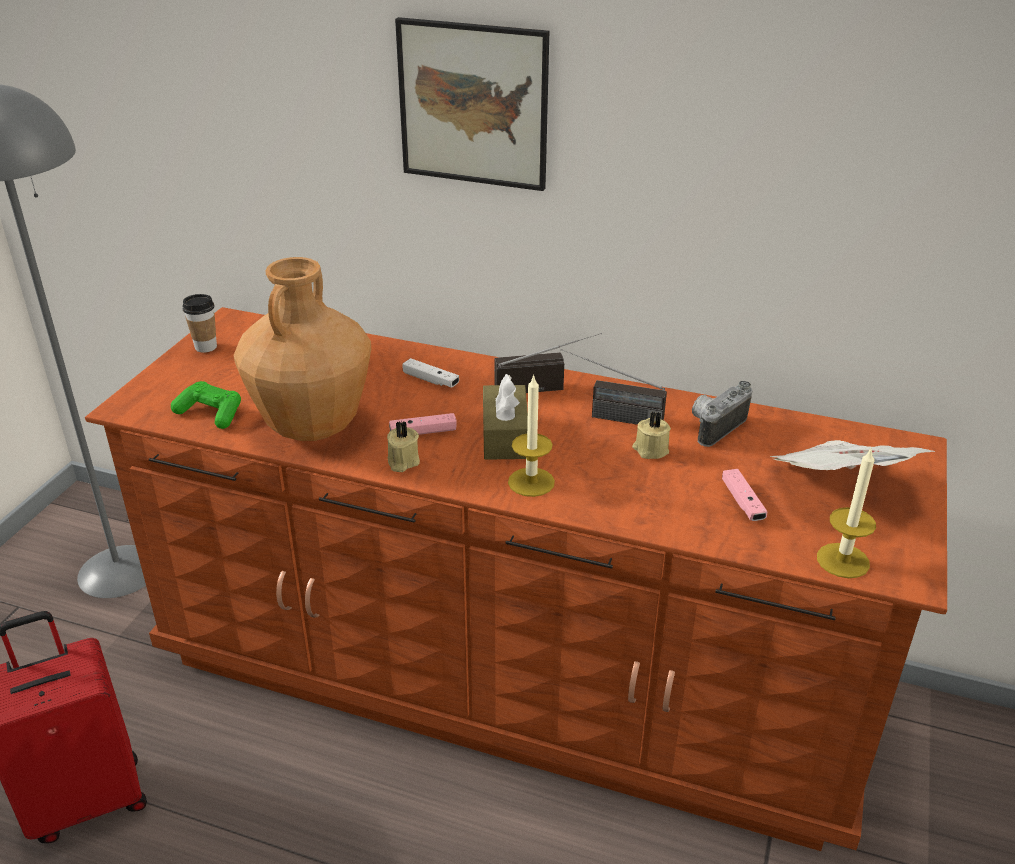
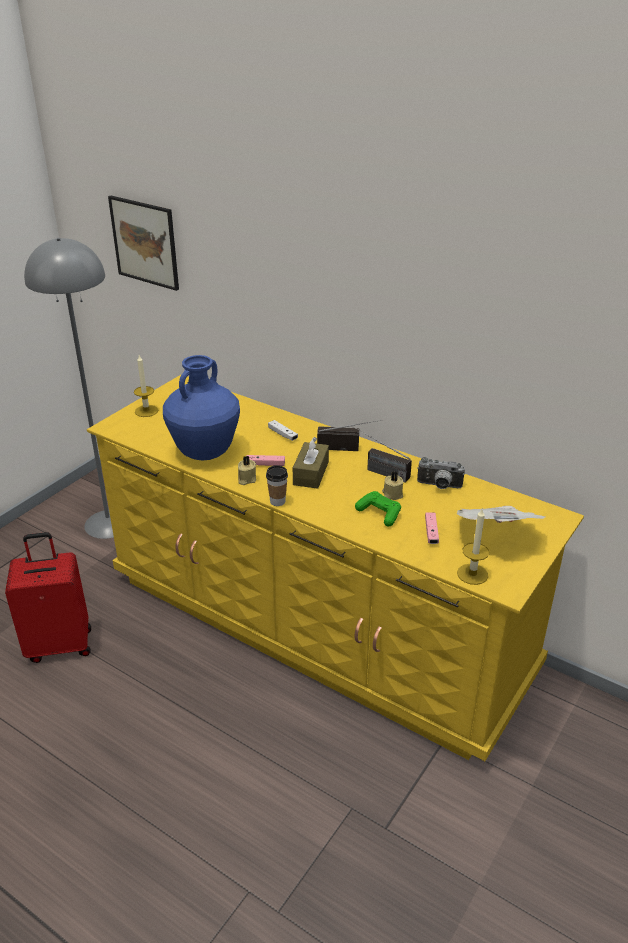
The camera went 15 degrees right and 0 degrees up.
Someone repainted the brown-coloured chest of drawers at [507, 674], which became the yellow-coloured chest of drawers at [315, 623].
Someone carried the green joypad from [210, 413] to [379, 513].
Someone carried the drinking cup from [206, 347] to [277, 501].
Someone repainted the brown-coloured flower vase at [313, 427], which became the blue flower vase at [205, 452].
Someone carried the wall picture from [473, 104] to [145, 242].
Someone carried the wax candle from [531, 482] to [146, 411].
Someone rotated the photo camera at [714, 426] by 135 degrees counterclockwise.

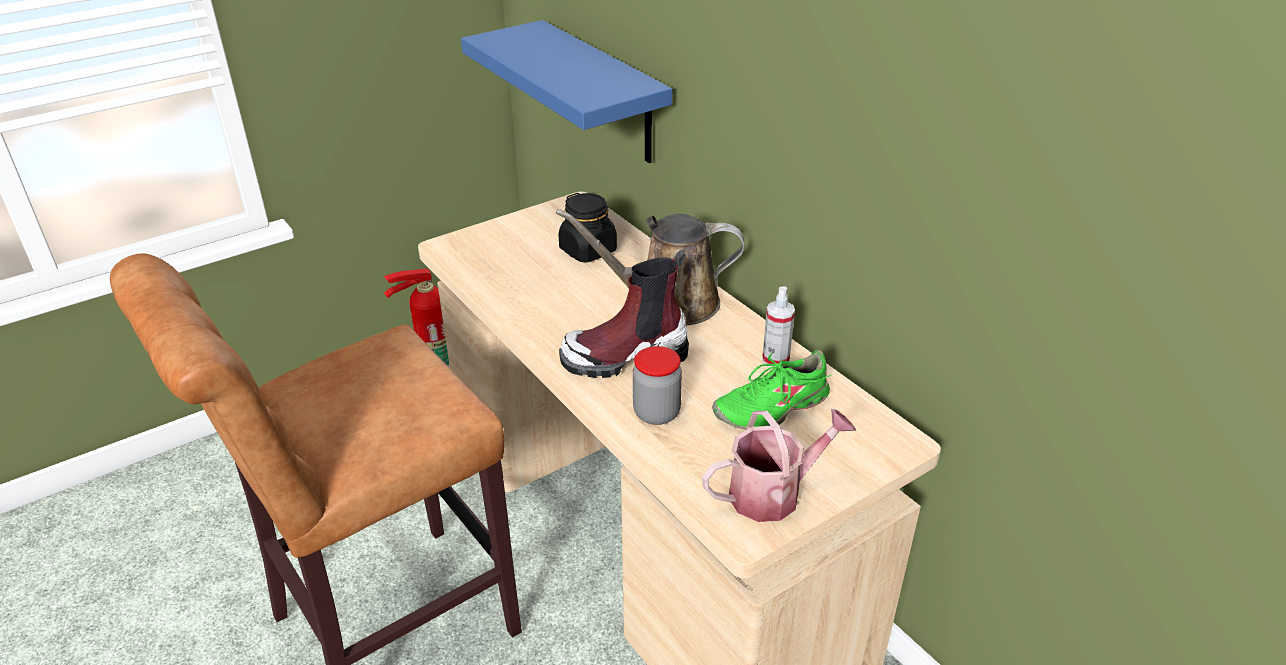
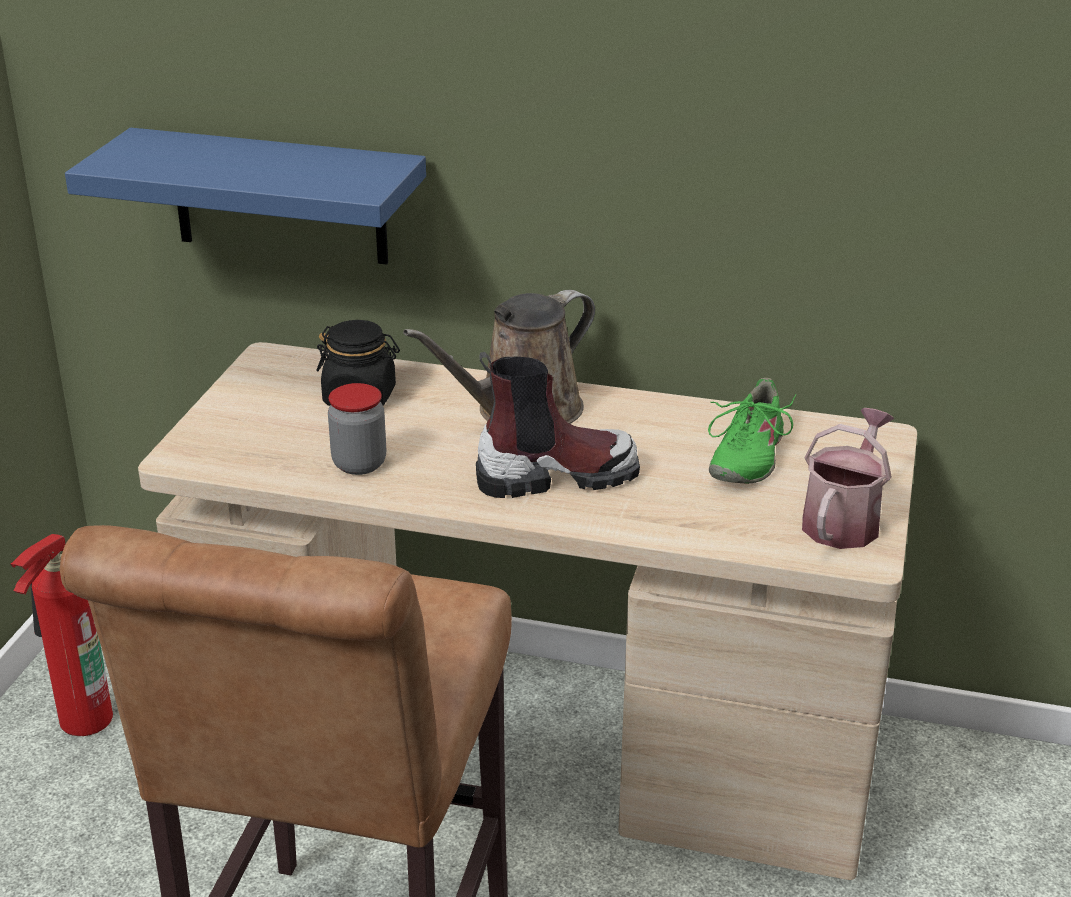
The camera went 40 degrees left and 5 degrees down.
Someone rotated the tall boot at [626, 357] by 135 degrees counterclockwise.
Someone carried the preserve jar from [656, 413] to [359, 464].
Someone took away the hand sprayer at [775, 360].

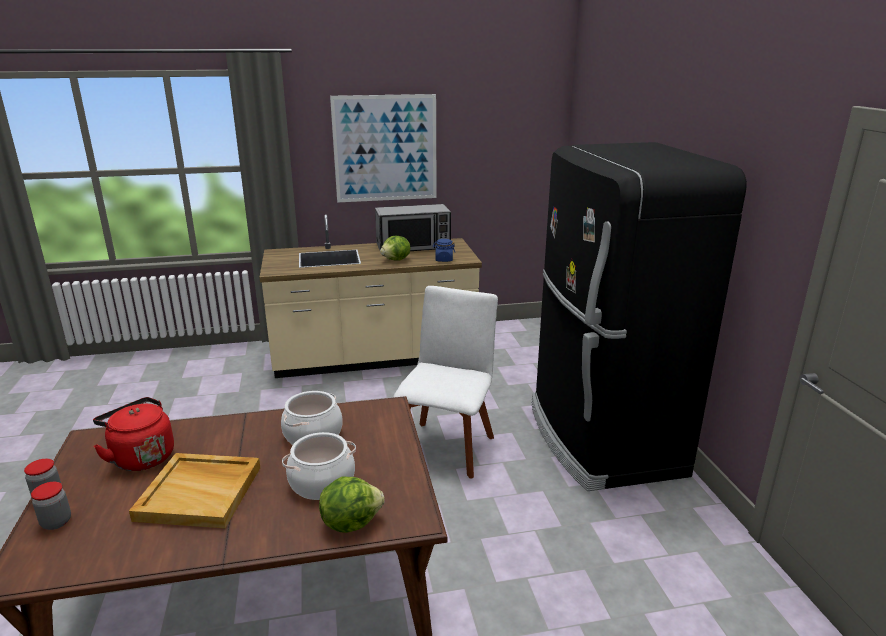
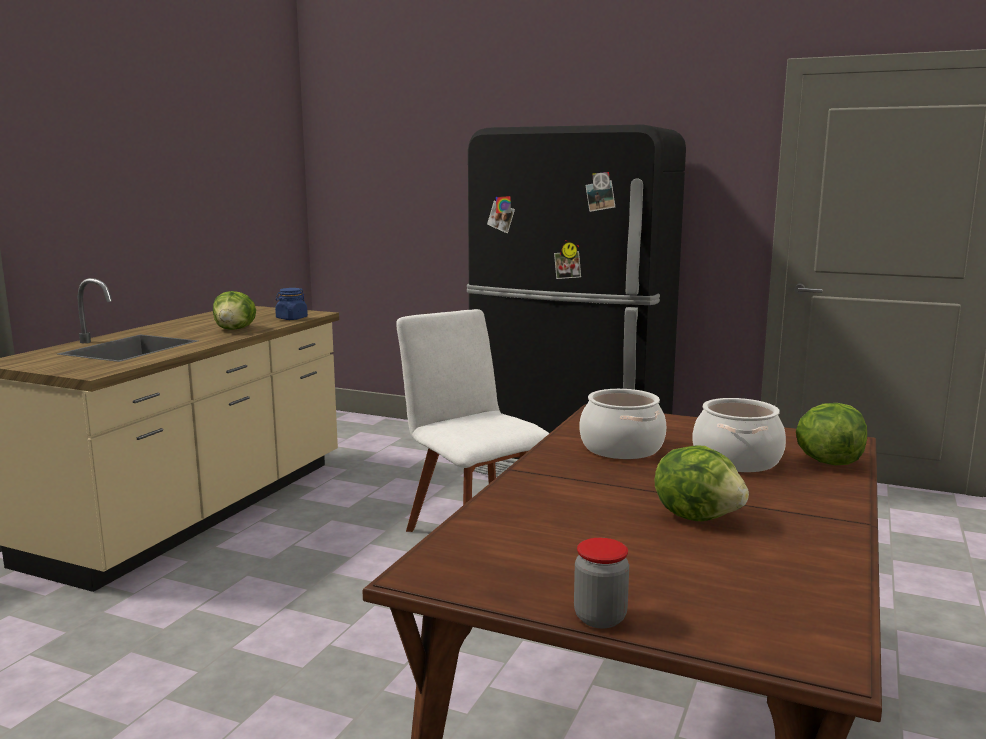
The camera went 55 degrees left and 10 degrees down.
Someone took away the preserve jar at [56, 522].
Someone took away the reddish tea kettle at [141, 457].
Someone swapped the beige carrying tray at [201, 492] for the lettuce at [698, 516].
Someone took away the wall picture at [385, 149].
Someone took away the microwave oven at [413, 247].

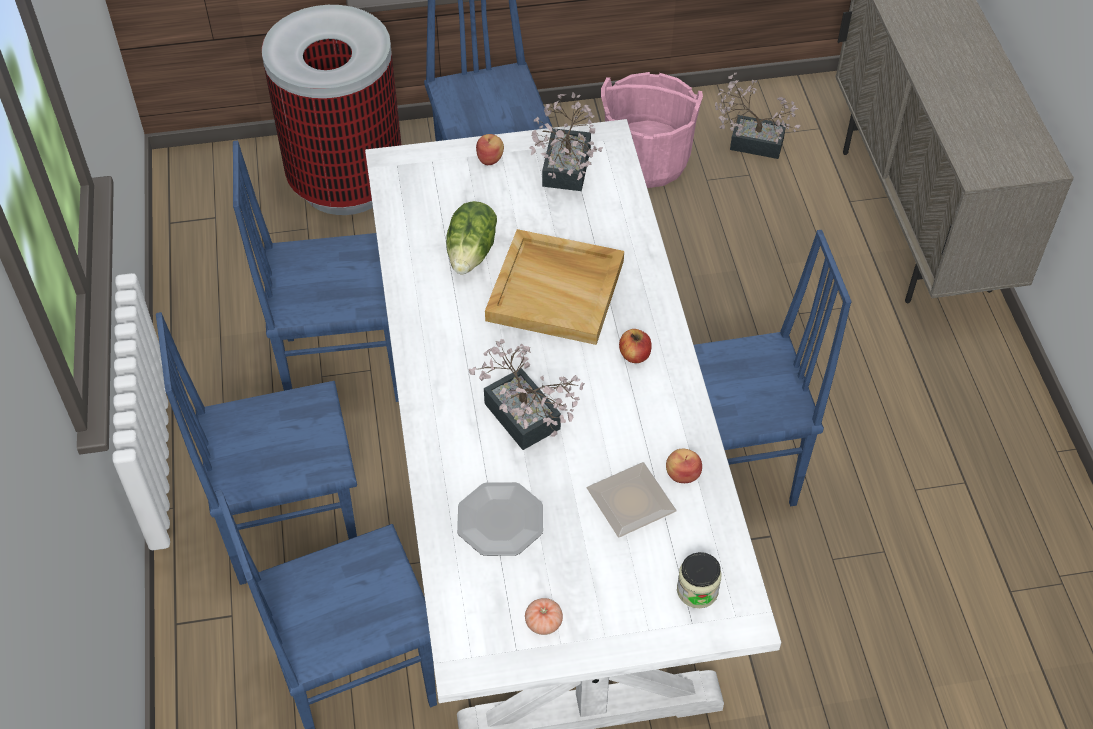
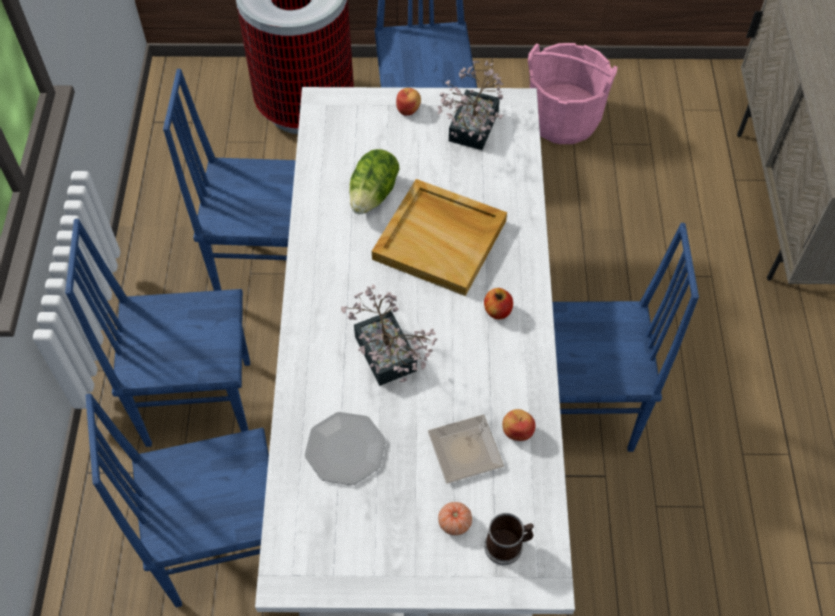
The camera went 10 degrees right and 5 degrees up.
Someone carried the whole tomato from [543, 622] to [454, 523].
Someone swapped the preserve jar at [697, 590] for the coffee mug at [508, 545].
Someone took away the houseplant at [750, 141].

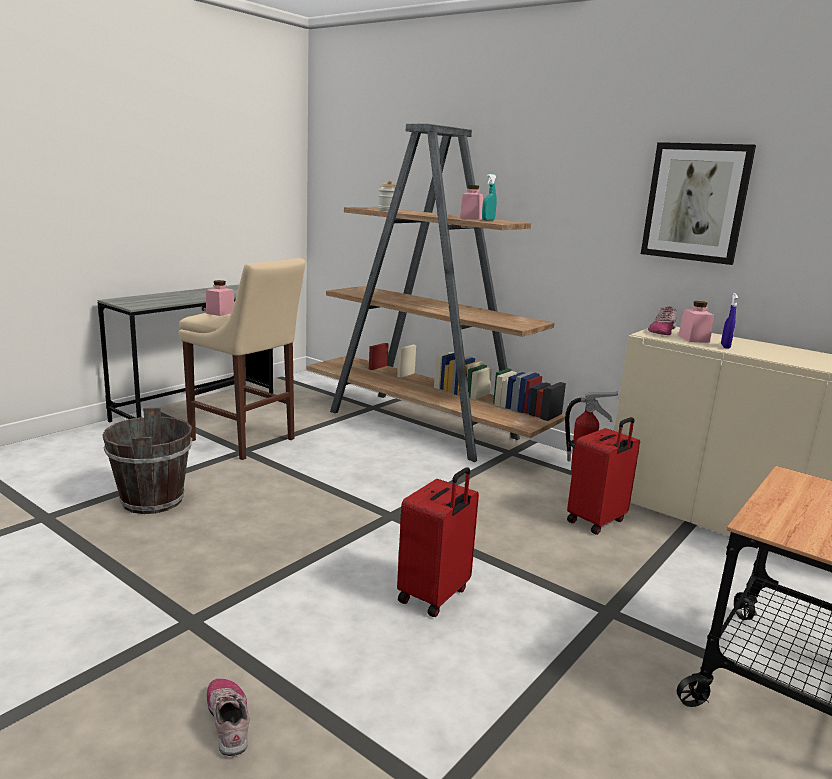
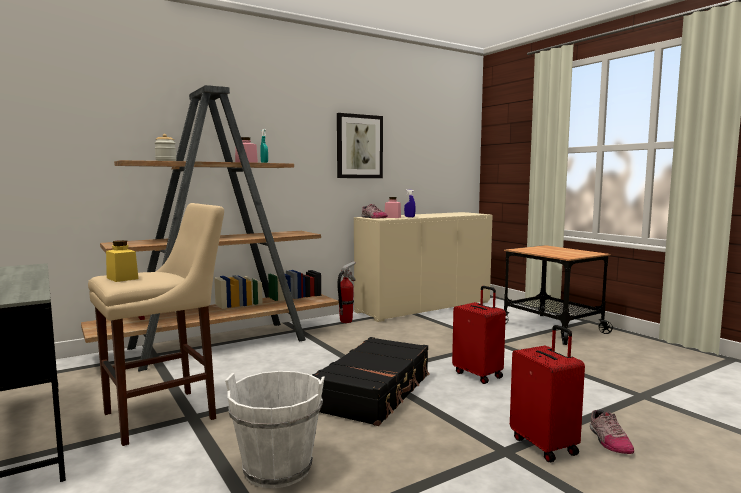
The camera went 70 degrees left and 10 degrees down.
Someone repainted the brown-coloured bucket at [153, 500], which became the white bucket at [278, 469].
Someone repainted the pinkish preserve jar at [220, 313], which became the yellow-coloured preserve jar at [122, 278].
Someone rotated the item of footwear at [229, 720] by 90 degrees counterclockwise.
Someone carried the reddish suitcase from [597, 521] to [545, 445].
Someone put down the black-coloured suitcase at [375, 392].

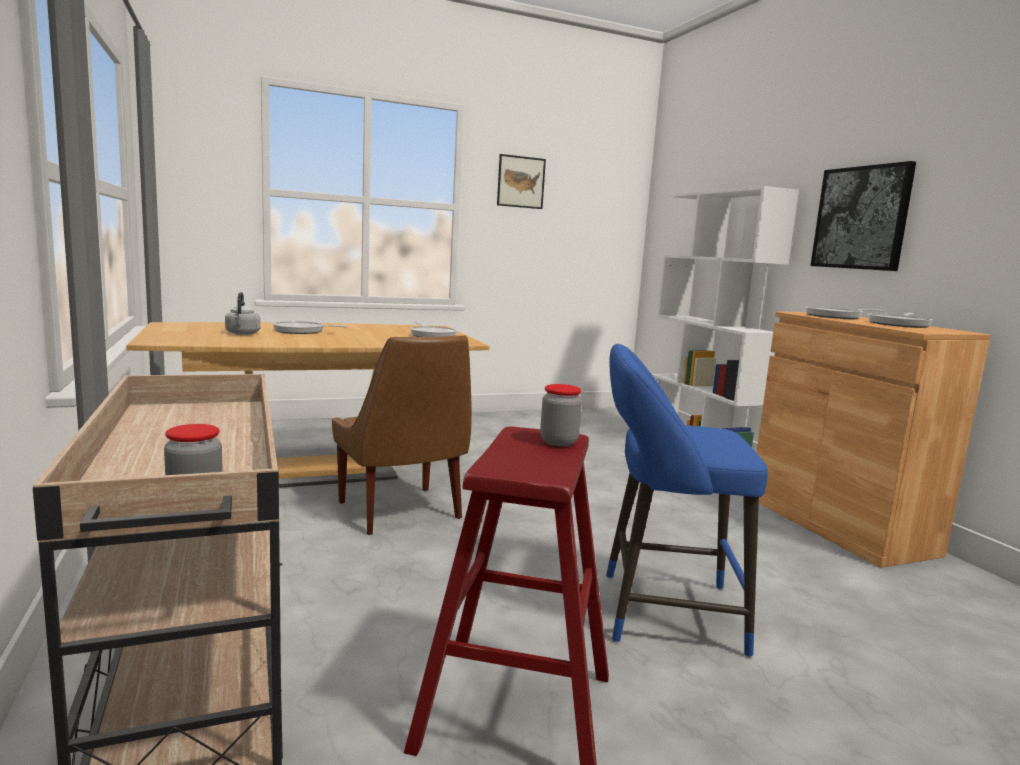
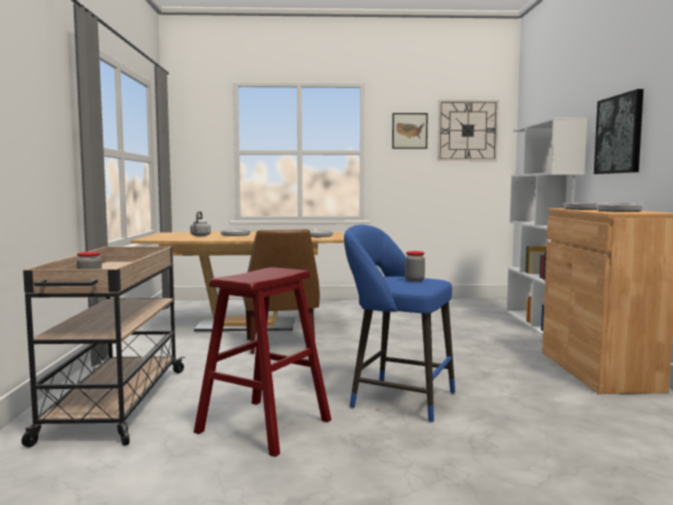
The camera went 20 degrees right and 5 degrees down.
Someone carried the preserve jar from [558, 442] to [414, 280].
Someone put up the clock on the wall at [467, 130].

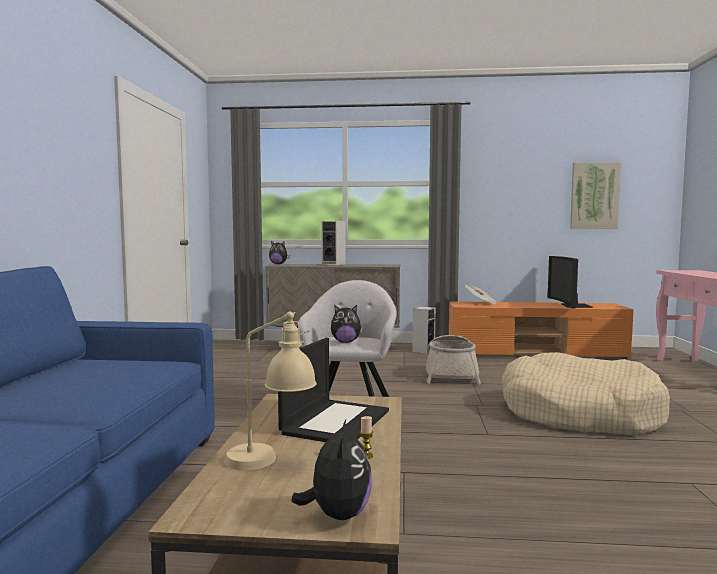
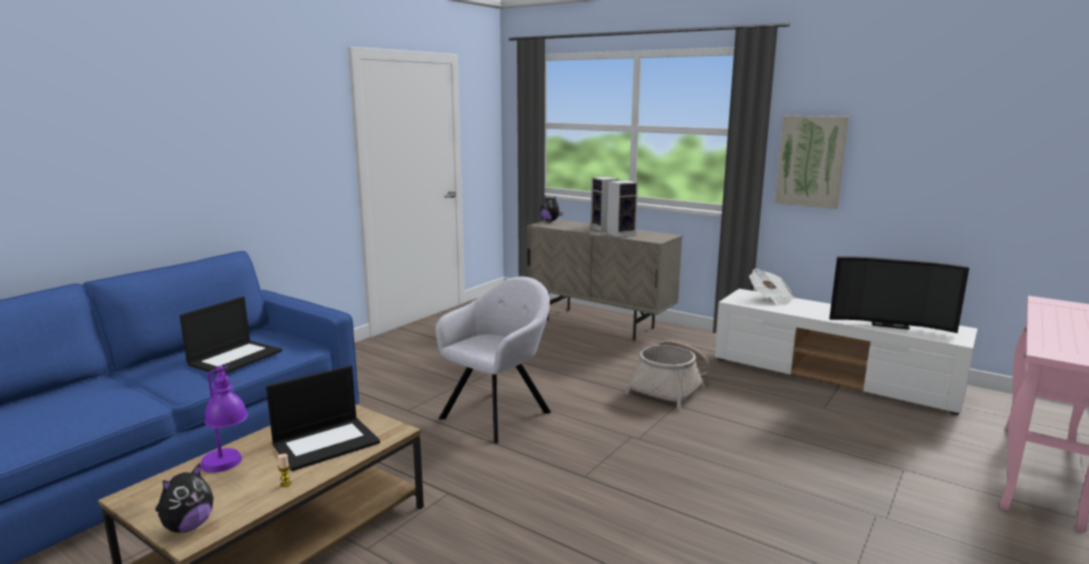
The camera went 30 degrees right and 10 degrees up.
Someone repainted the beige lamp for a table at [271, 461], which became the purple-coloured lamp for a table at [228, 468].
Someone took away the plush toy at [345, 342].
Someone carried the loudspeaker from [423, 350] to [621, 234].
Someone repainted the orange-coloured tv stand at [535, 353], which became the white tv stand at [834, 376].
Someone took away the beige dog bed at [579, 413].
Someone rotated the TV set at [571, 305] by 105 degrees counterclockwise.
Someone carried the wall picture from [594, 196] to [811, 161].
Someone put down the laptop at [235, 357].

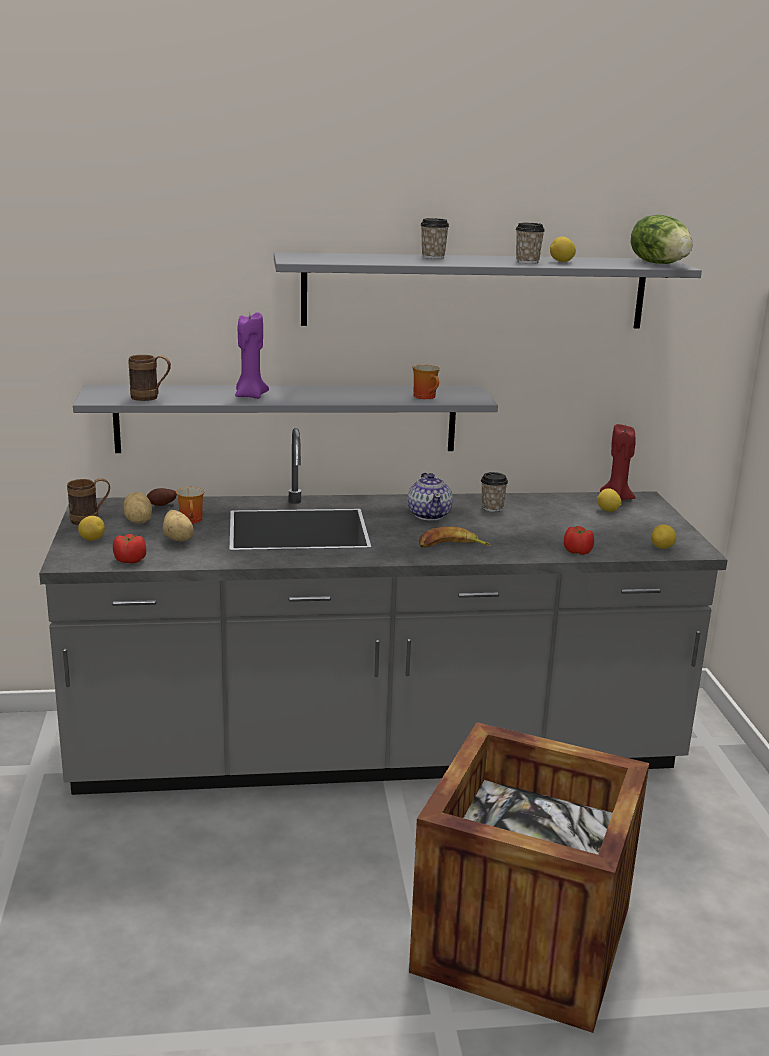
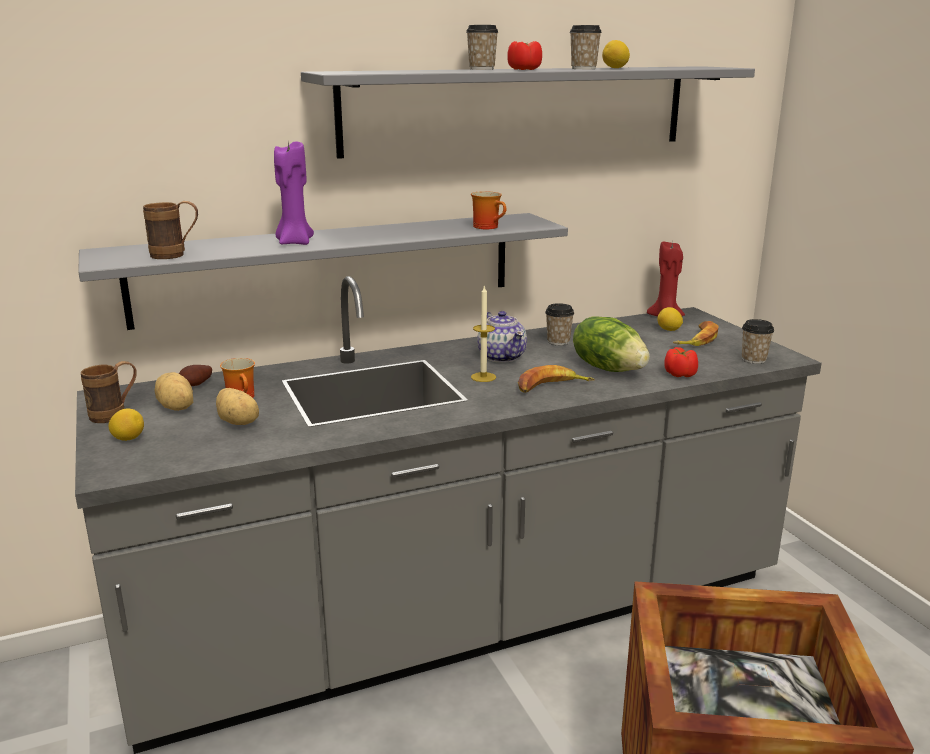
The camera went 15 degrees left and 0 degrees up.
Someone carried the whole tomato from [129, 560] to [524, 69].
Someone carried the lettuce from [659, 264] to [609, 368].
Someone swapped the lemon at [662, 548] for the drinking cup at [753, 359].
Someone put down the wax candle at [483, 377].
Someone put down the banana fruit at [697, 340].

